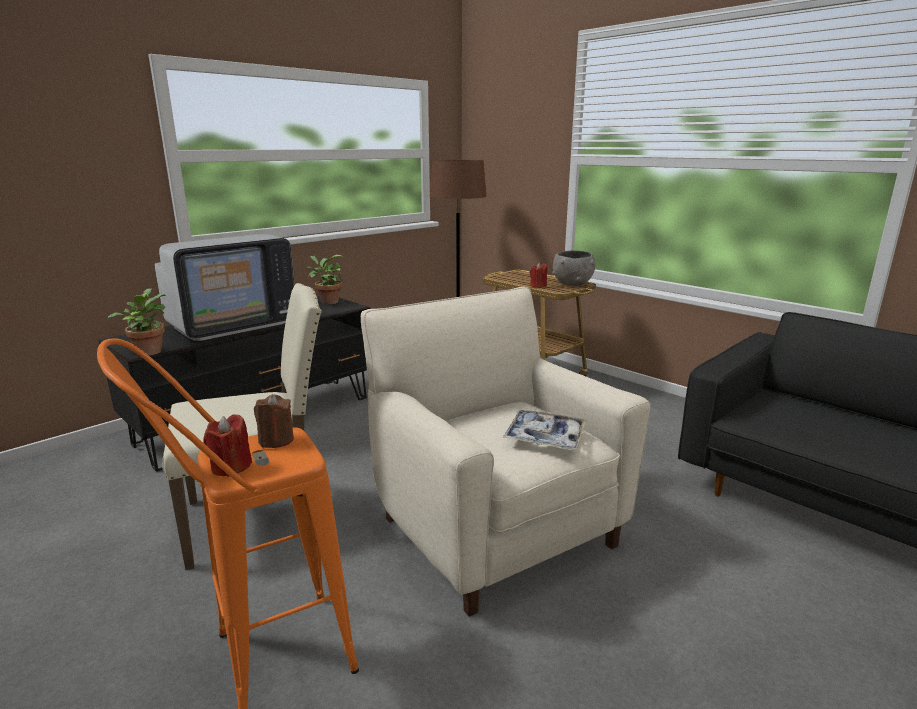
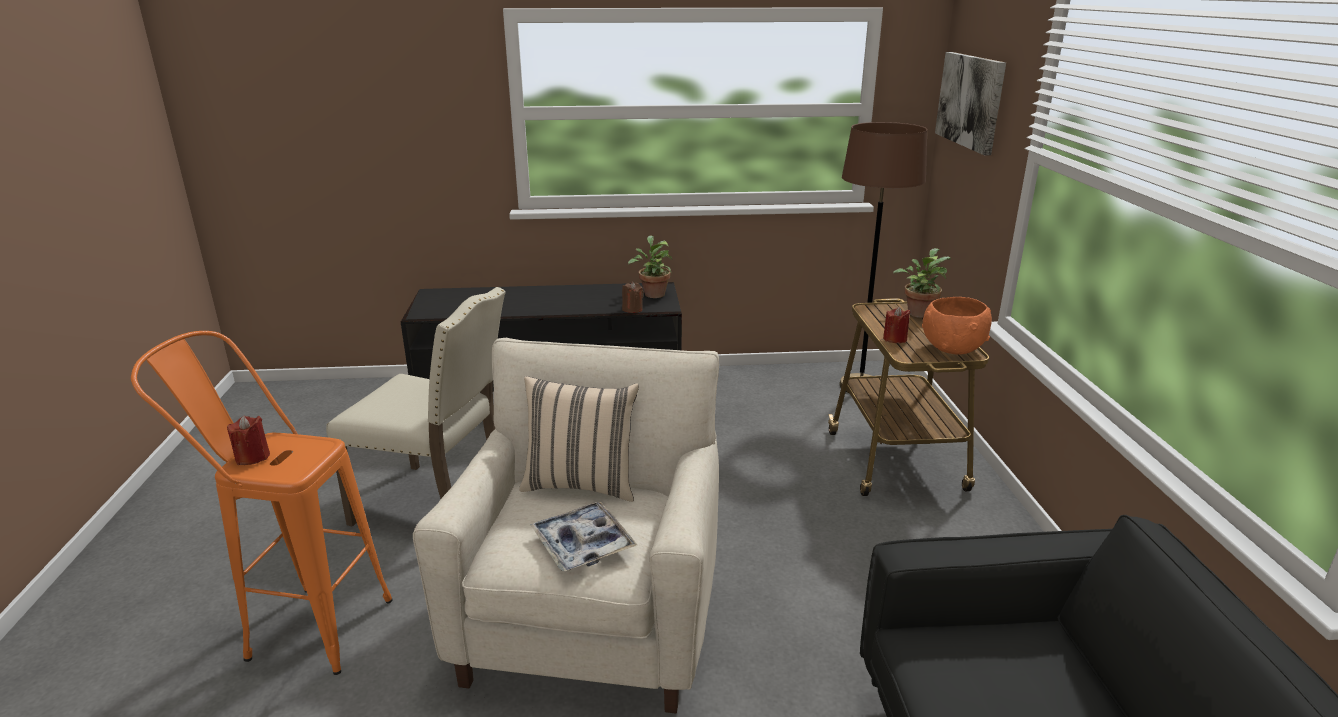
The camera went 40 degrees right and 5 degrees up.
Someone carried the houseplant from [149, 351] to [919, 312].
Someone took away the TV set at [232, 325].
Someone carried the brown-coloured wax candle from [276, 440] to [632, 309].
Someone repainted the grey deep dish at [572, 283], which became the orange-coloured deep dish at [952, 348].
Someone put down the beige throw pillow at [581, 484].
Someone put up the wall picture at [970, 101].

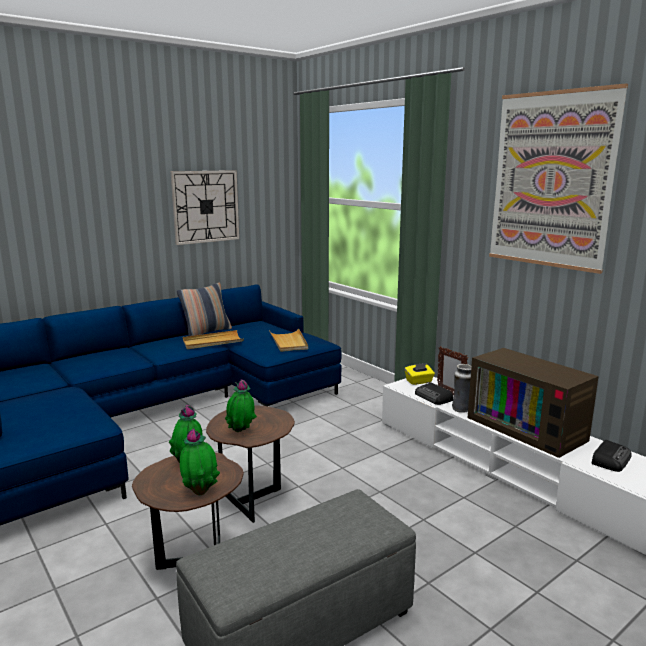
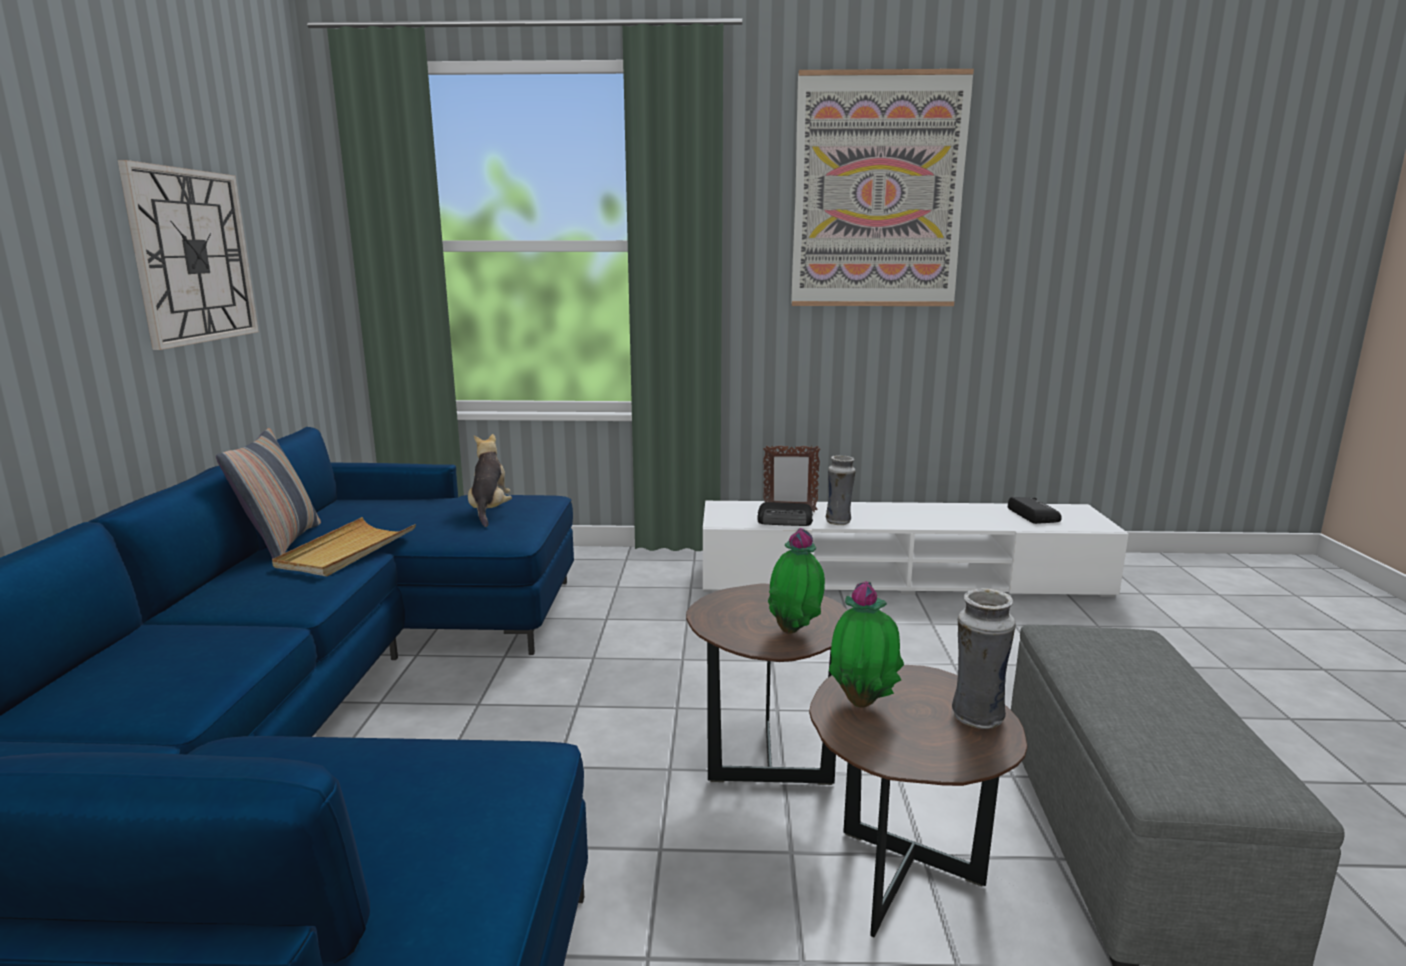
The camera went 50 degrees left and 0 degrees up.
Someone swapped the houseplant at [200, 491] for the flower vase at [976, 718].
Someone swapped the beige carrying tray at [289, 342] for the plush toy at [489, 510].
Someone took away the yellow-coloured tissue holder at [419, 381].
Someone took away the TV set at [529, 428].

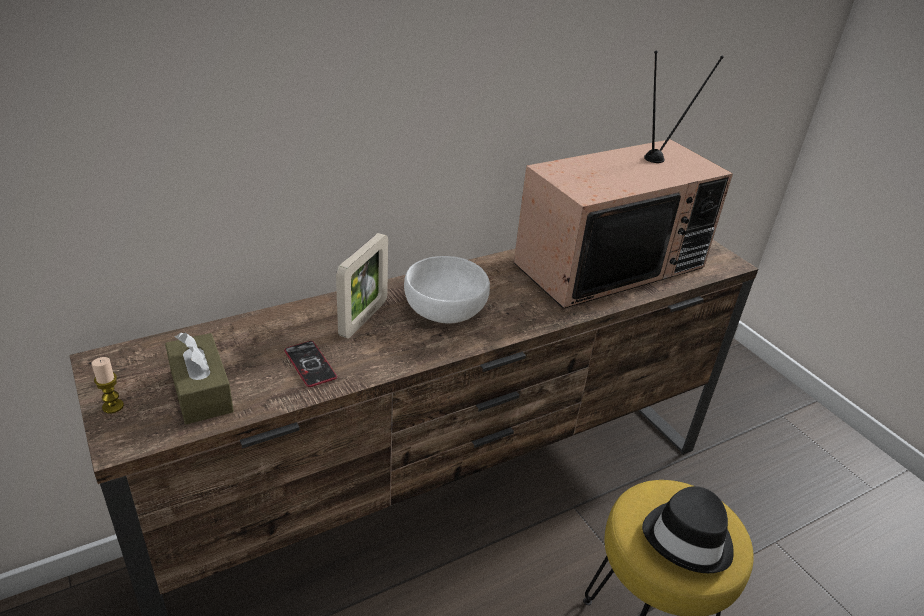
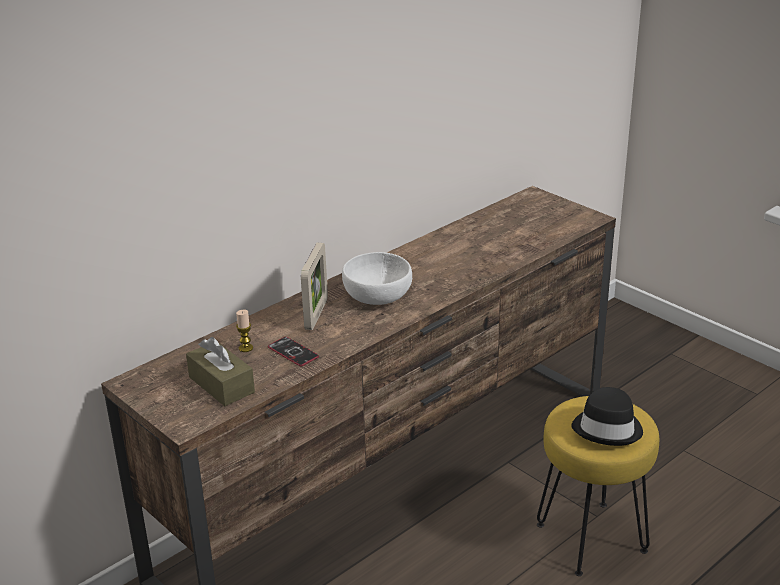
The camera went 10 degrees left and 5 degrees down.
Someone carried the wax candle from [113, 406] to [245, 348].
Someone took away the TV set at [609, 263].

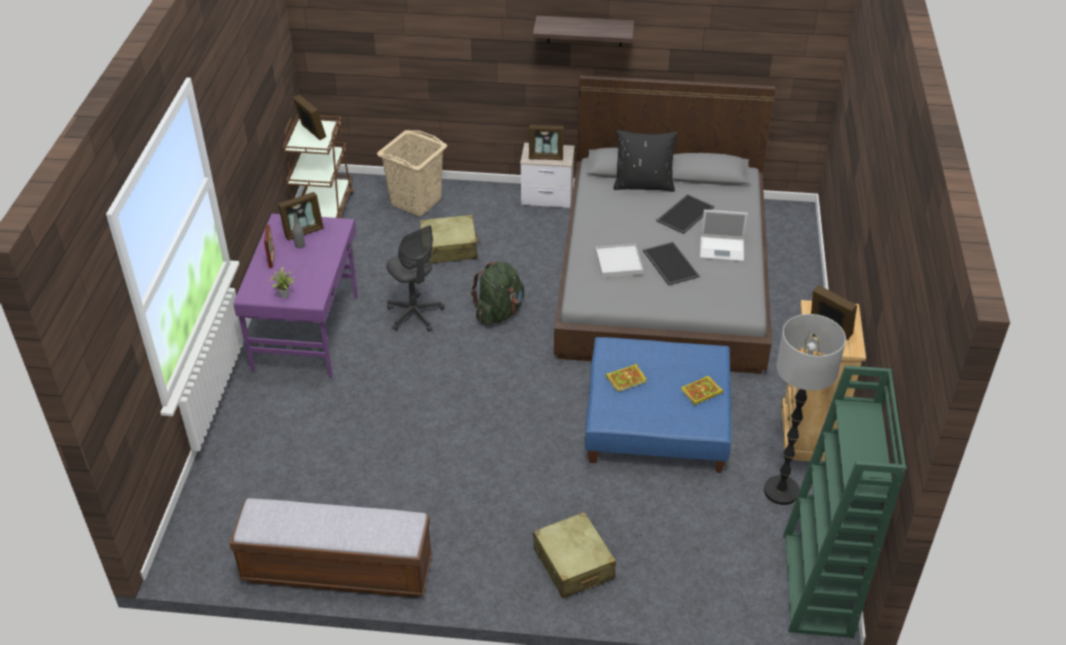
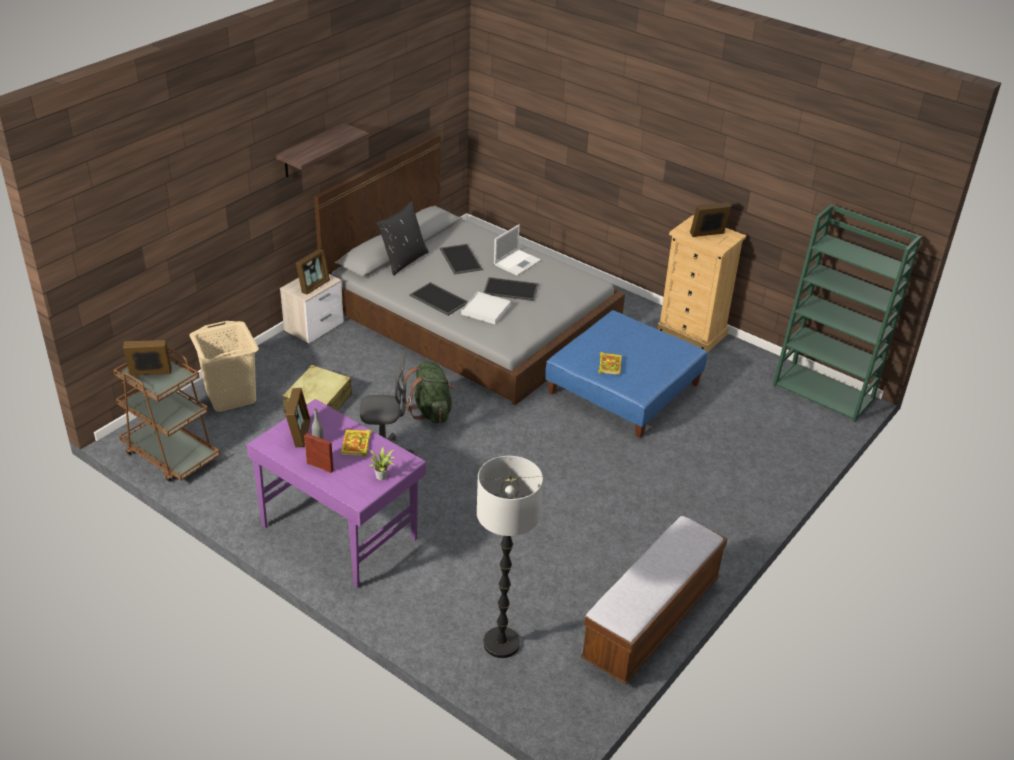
The camera went 60 degrees left and 5 degrees down.
Someone took away the beige suitcase at [573, 564].
Someone carried the book from [700, 392] to [356, 445].
Someone carried the floor lamp from [781, 491] to [501, 643].
Someone put down the carrying tray at [437, 299].

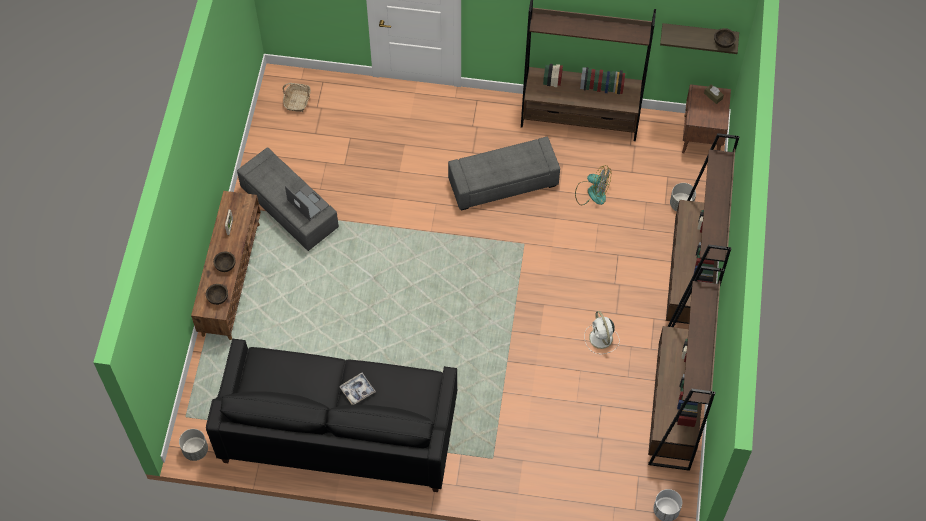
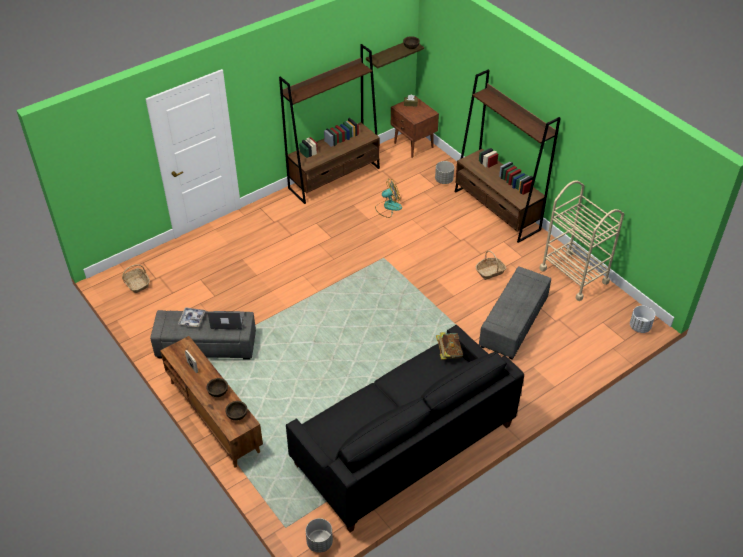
The camera went 45 degrees left and 15 degrees down.
Someone carried the carrying tray from [357, 390] to [192, 319].
Someone carried the grey pouffe from [503, 183] to [513, 322].
Someone swapped the white cooling fan at [601, 339] for the household basket at [490, 272].
Someone swapped the brown-coloured shelving unit at [673, 409] for the beige trolley at [574, 275].
Someone put down the book at [448, 352].

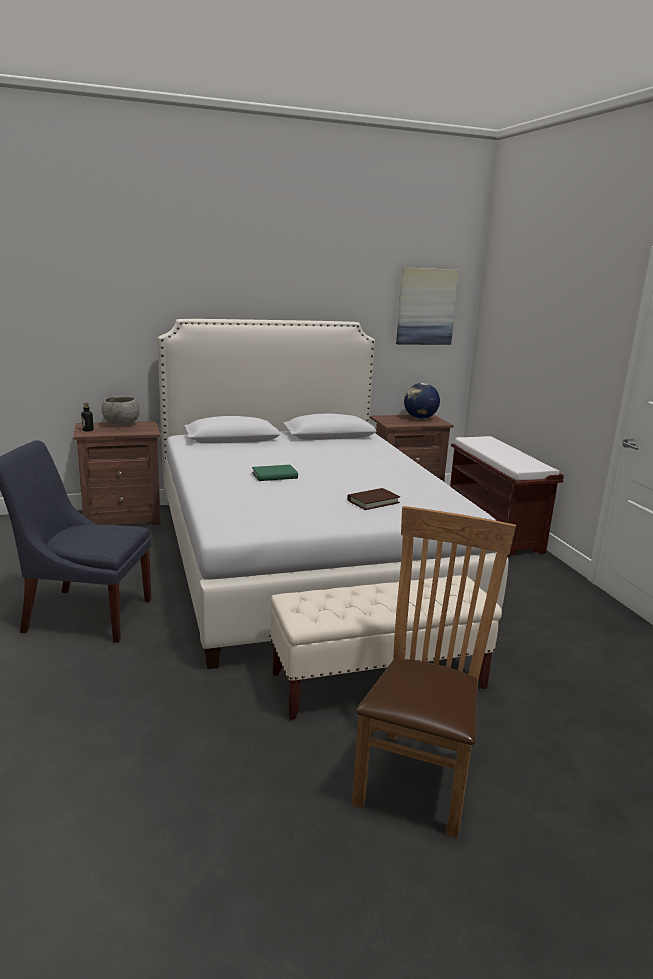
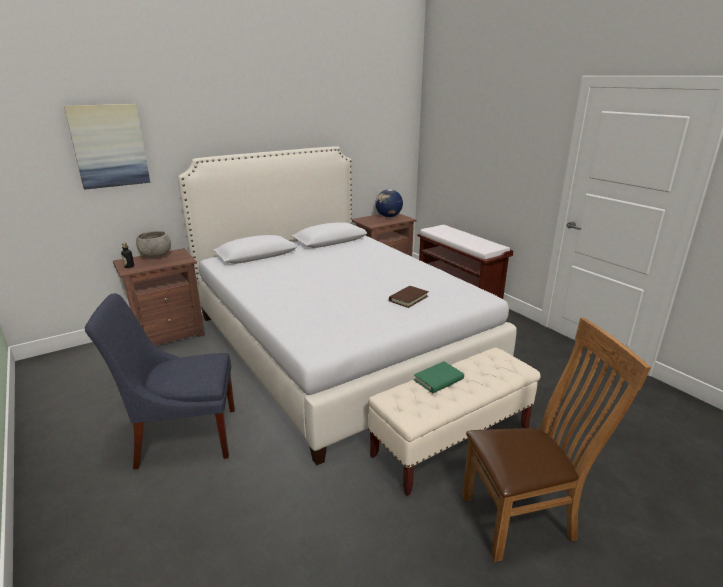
The camera went 15 degrees left and 5 degrees up.
Someone carried the green book from [274, 476] to [438, 379].
Someone rotated the brown-coloured chair at [419, 774] by 75 degrees clockwise.
Someone carried the wall picture from [426, 306] to [109, 146].

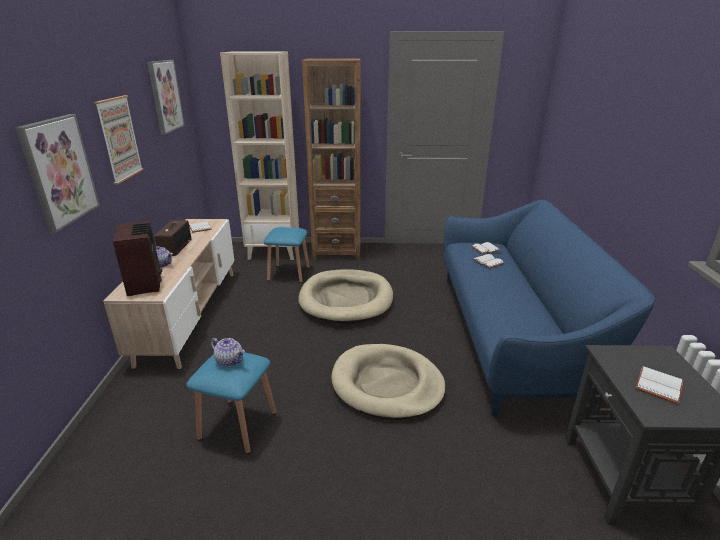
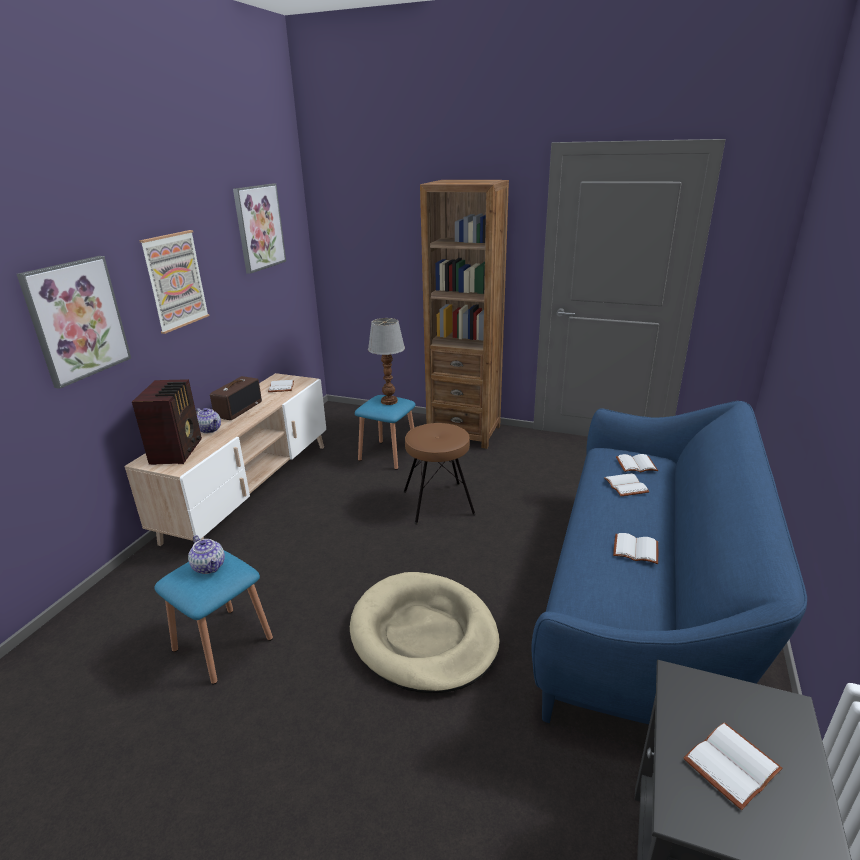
The camera went 20 degrees right and 0 degrees up.
Someone took away the beige shelving unit at [274, 251].
Someone swapped the beige dog bed at [346, 299] for the brown-coloured stool at [438, 502].
Someone put down the lamp for a table at [390, 401].
Someone put down the white book at [636, 549].

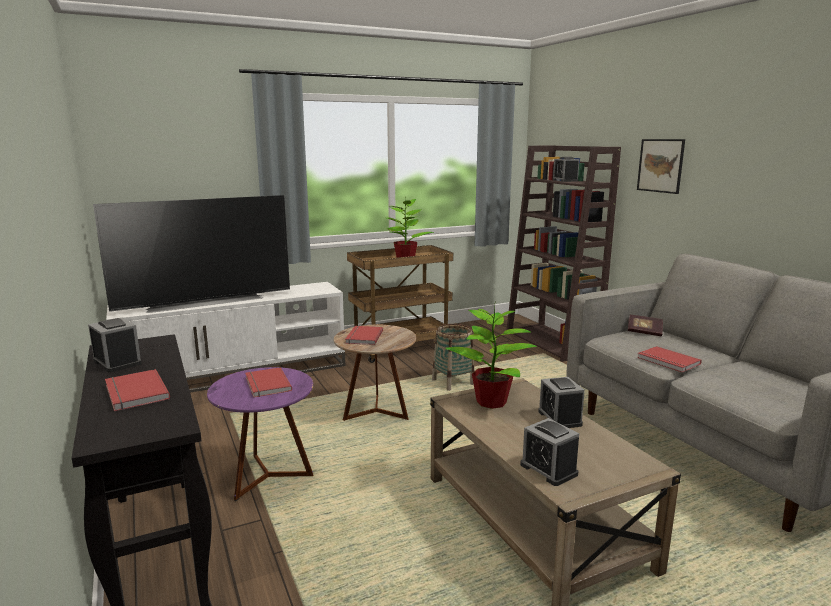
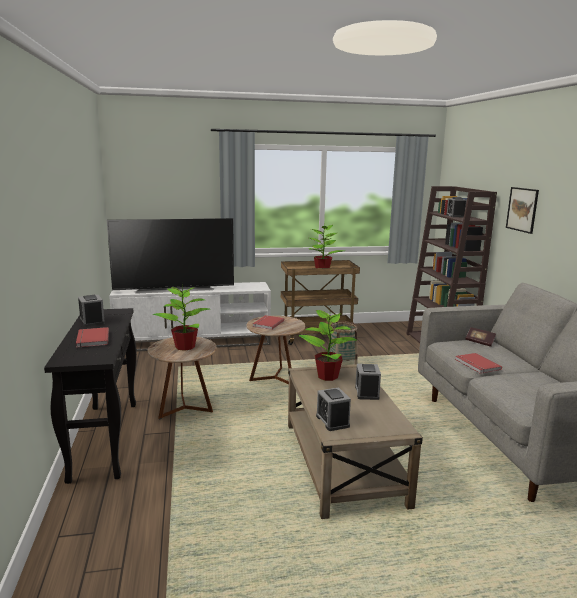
The camera went 15 degrees right and 0 degrees up.
Someone repainted the purple-coloured side table at [268, 477], which became the brown-coloured side table at [184, 408].
Someone swapped the reddish book at [266, 384] for the houseplant at [185, 347].

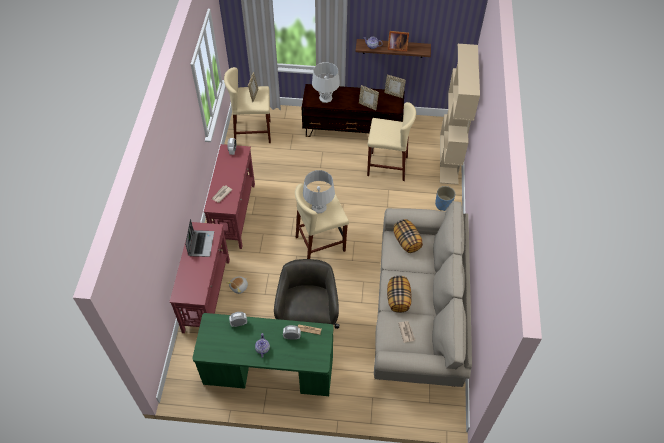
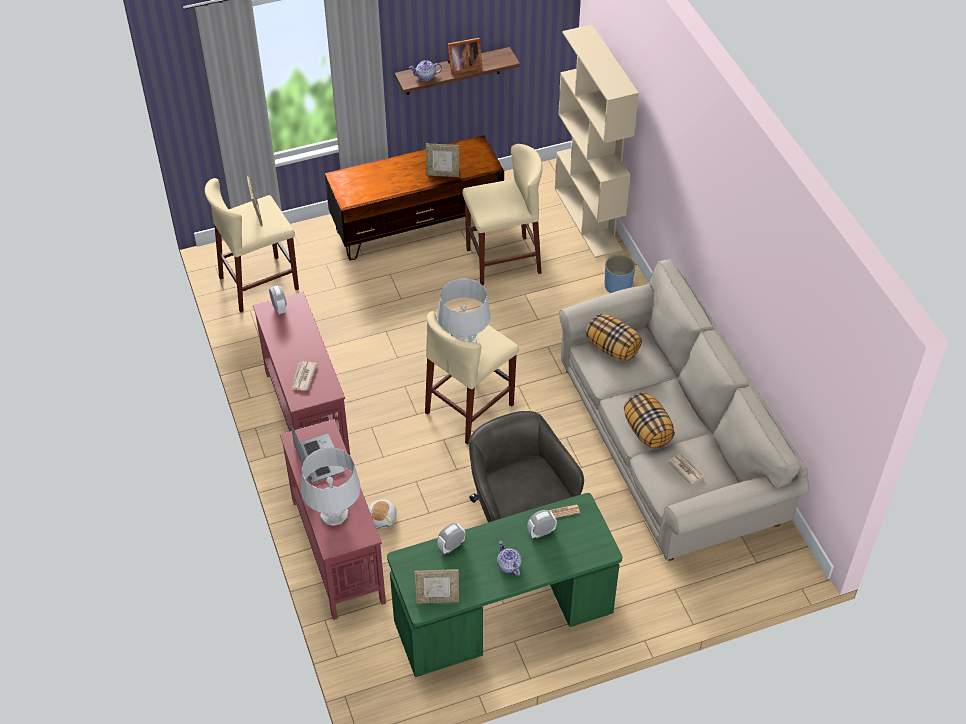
The camera went 25 degrees left and 5 degrees down.
Someone carried the grey lamp for a table from [325, 98] to [334, 514].
Someone carried the picture frame from [394, 94] to [437, 599].

